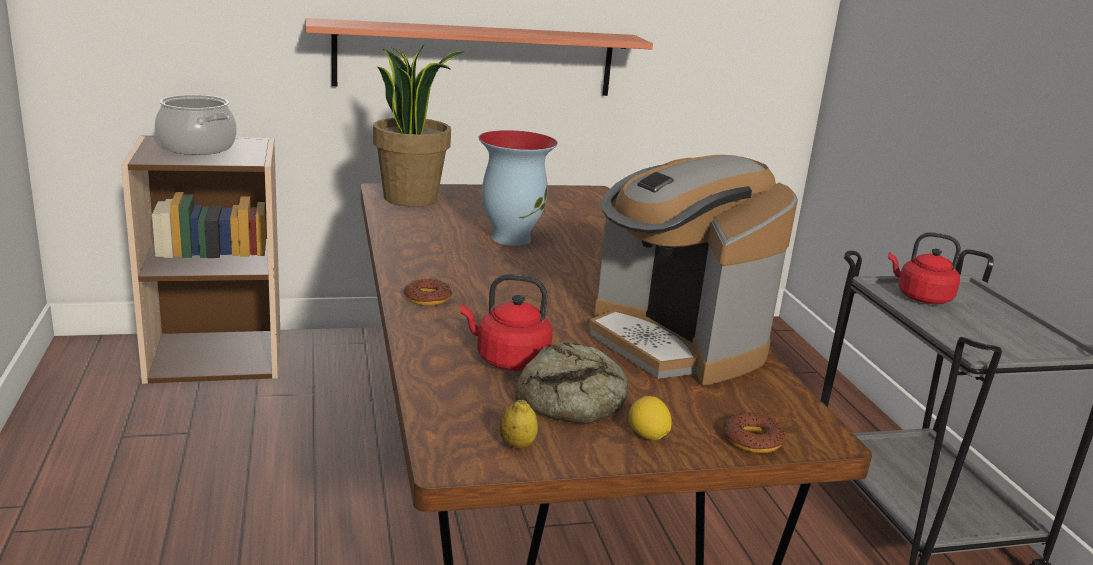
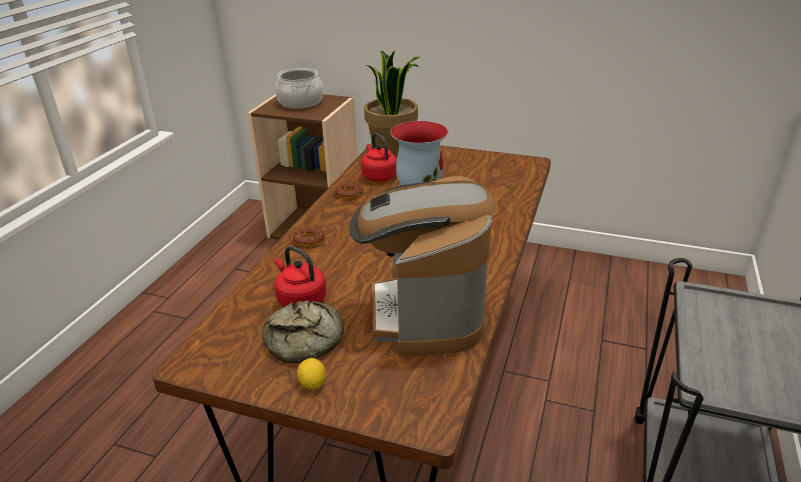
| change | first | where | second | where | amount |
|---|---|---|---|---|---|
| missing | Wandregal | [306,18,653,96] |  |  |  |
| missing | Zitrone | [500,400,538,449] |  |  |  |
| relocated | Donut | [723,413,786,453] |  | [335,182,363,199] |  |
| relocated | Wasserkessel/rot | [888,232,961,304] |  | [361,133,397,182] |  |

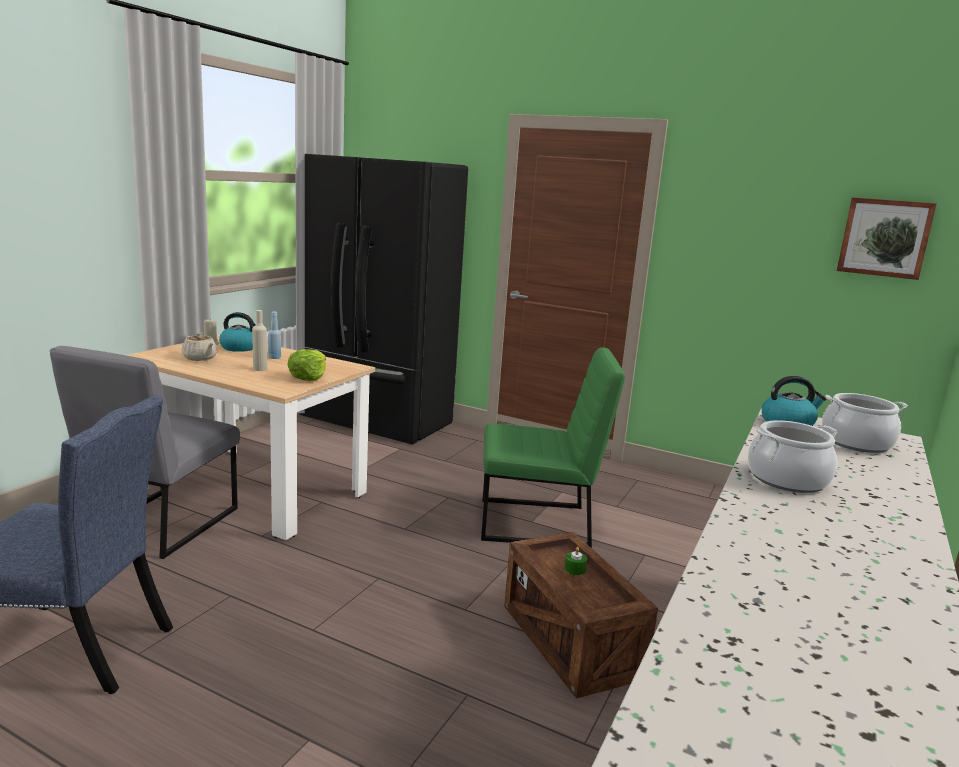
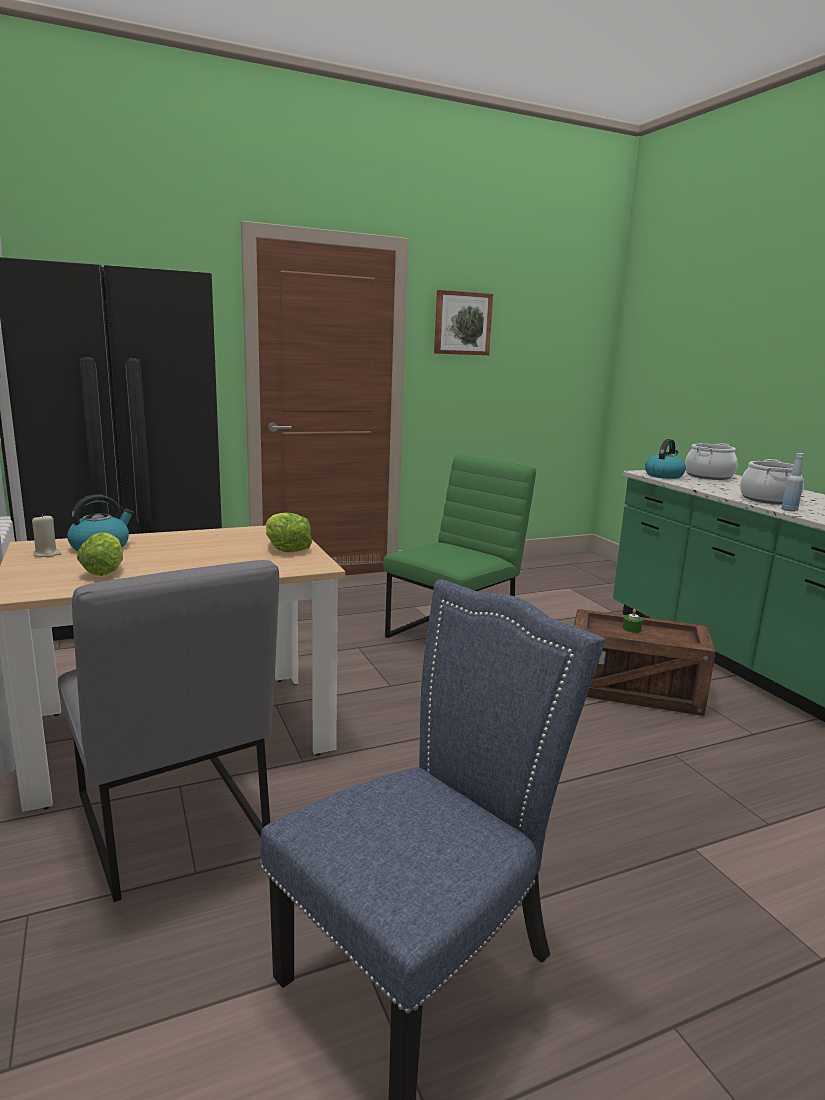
| change | first | where | second | where | amount |
|---|---|---|---|---|---|
| missing | Flasche/beige | [252,310,267,371] |  |  |  |
| relocated | Flasche/blau | [268,311,281,359] |  | [781,453,804,512] |  |
| relocated | Bild | [837,197,937,280] |  | [434,290,493,355] |  |
| exchanged | Teekanne/beige | [181,332,218,361] | Salatkopf | [77,532,123,576] |  |

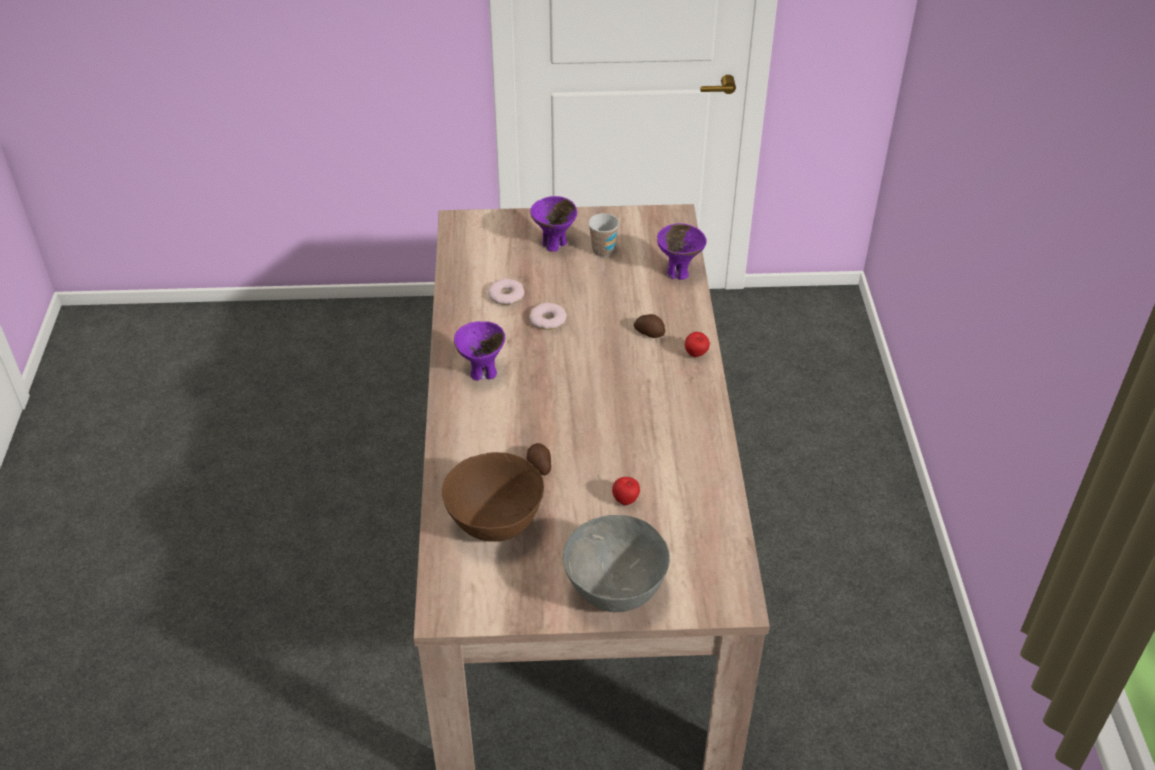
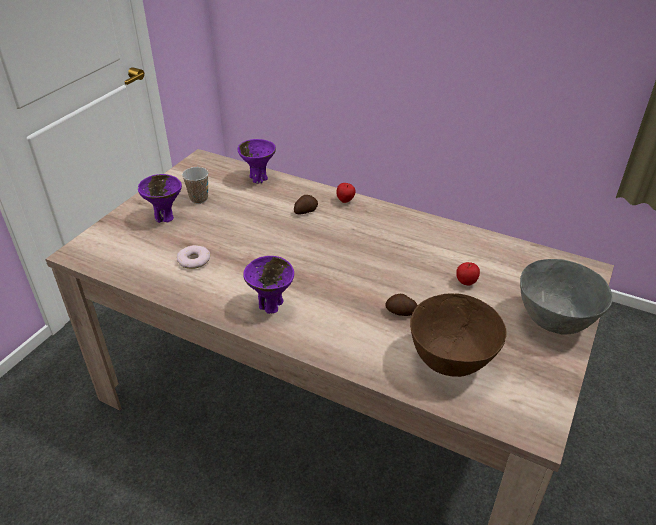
| change | first | where | second | where | amount |
|---|---|---|---|---|---|
| missing | Donut | [529,303,567,330] |  |  |  |

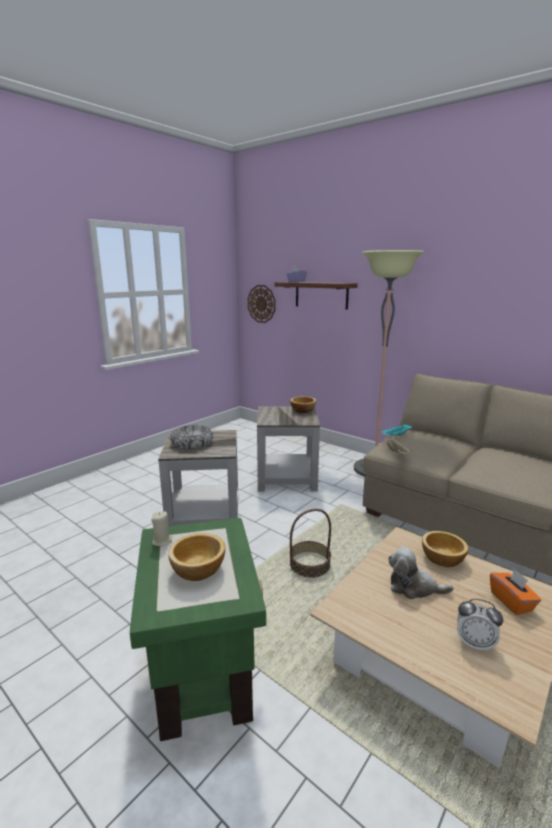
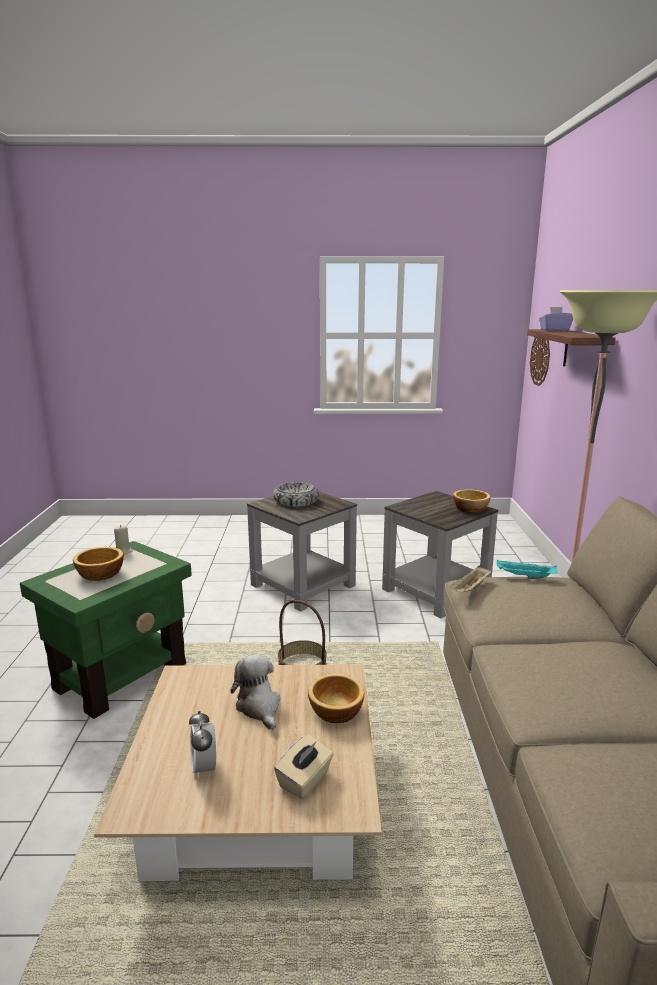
| change | first | where | second | where | amount |
|---|---|---|---|---|---|
| colour | Taschentuchbox/orange | [490,569,541,615] | Taschentuchbox/beige | [274,734,334,799] |  |

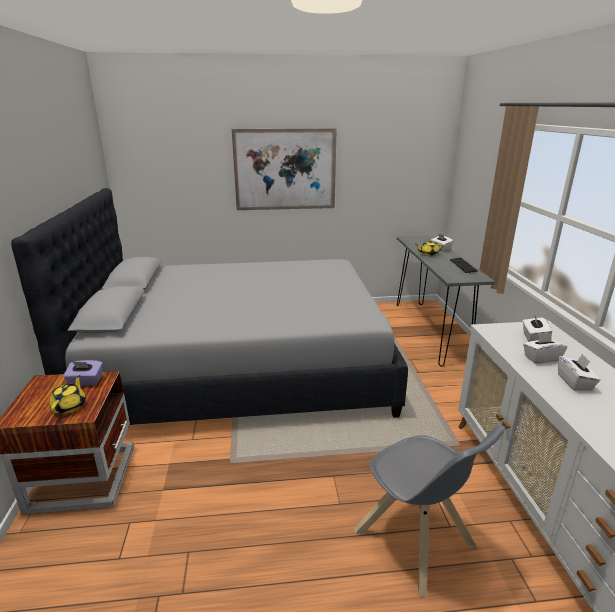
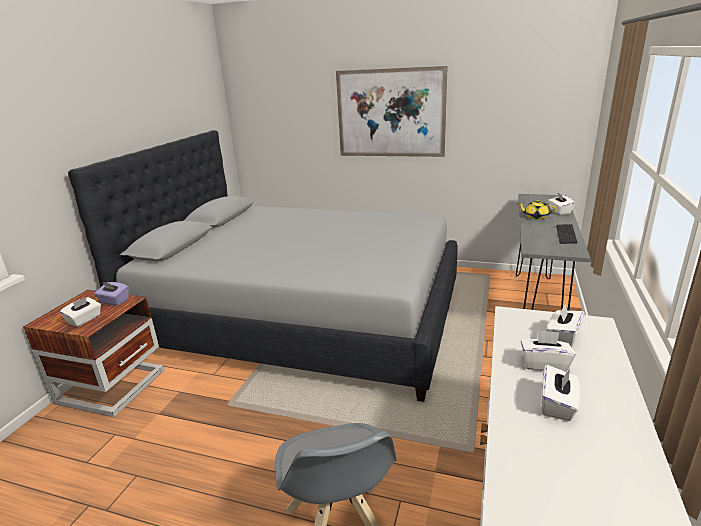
| change | first | where | second | where | amount |
|---|---|---|---|---|---|
| exchanged | Teekanne/gelb | [49,375,86,414] | Taschentuchbox/weiß | [60,296,101,327] |  |

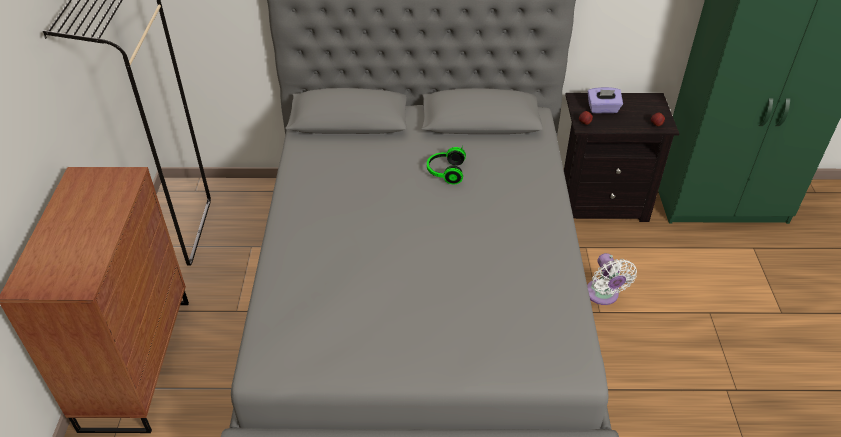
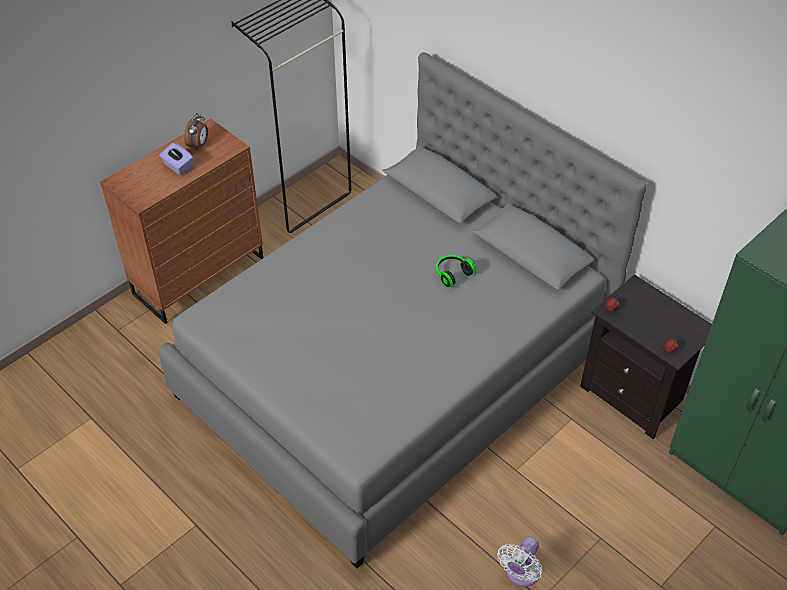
| change | first | where | second | where | amount |
|---|---|---|---|---|---|
| appeared |  |  | Wecker | [184,113,208,150] |  |
| relocated | Ventilator/weiß | [587,253,637,305] |  | [497,536,542,587] |  |
| relocated | Taschentuchbox/lila | [588,87,623,113] |  | [159,143,193,175] |  |

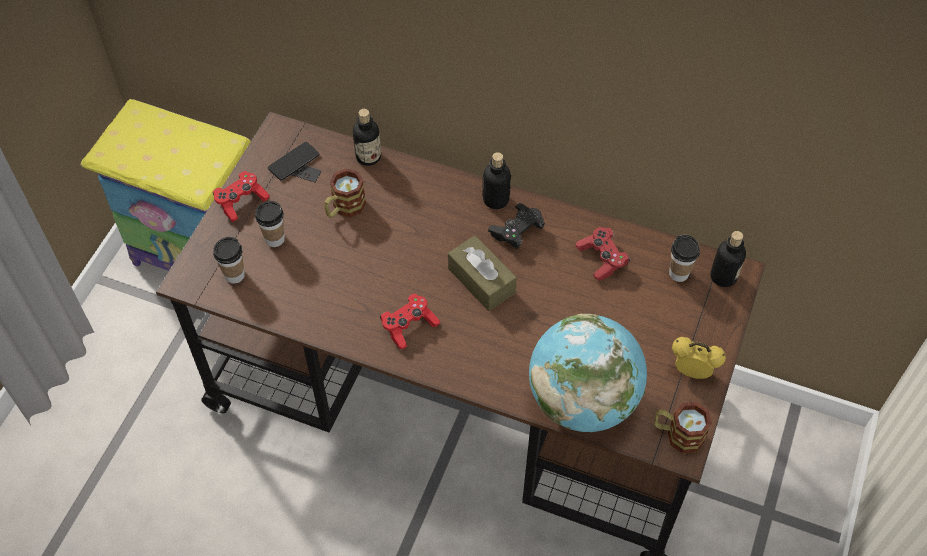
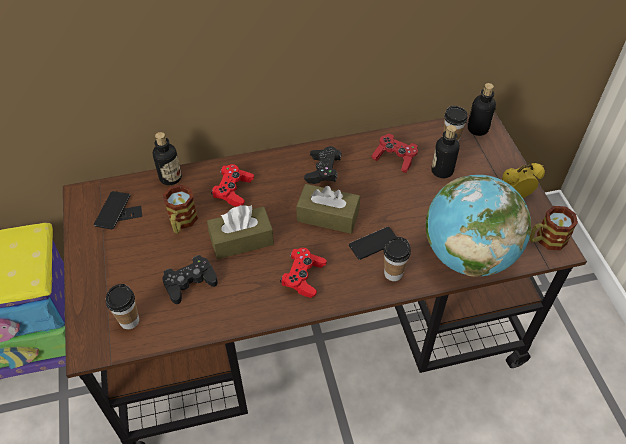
| change | first | where | second | where | amount |
|---|---|---|---|---|---|
| appeared |  |  | Gamepad/schwarz | [162,255,218,304] |  |
| appeared |  |  | Taschentuchbox/braun | [207,205,274,259] |  |
| appeared |  |  | Handy | [349,227,397,260] |  |
| relocated | Gamepad/rot | [213,171,270,222] |  | [211,164,254,207] |  |
| relocated | Tasse | [255,201,285,247] |  | [383,237,411,281] |  |
| relocated | Flasche | [482,152,511,209] |  | [431,125,460,178] |  |

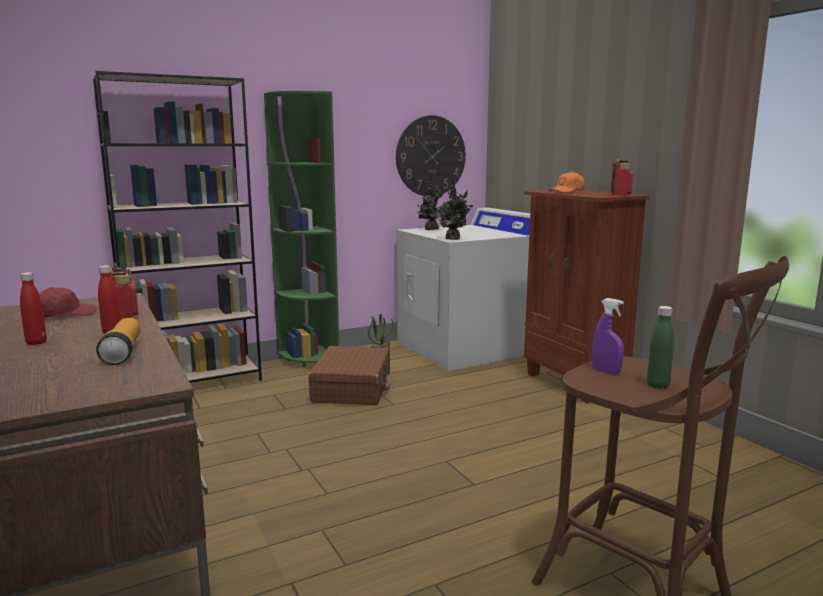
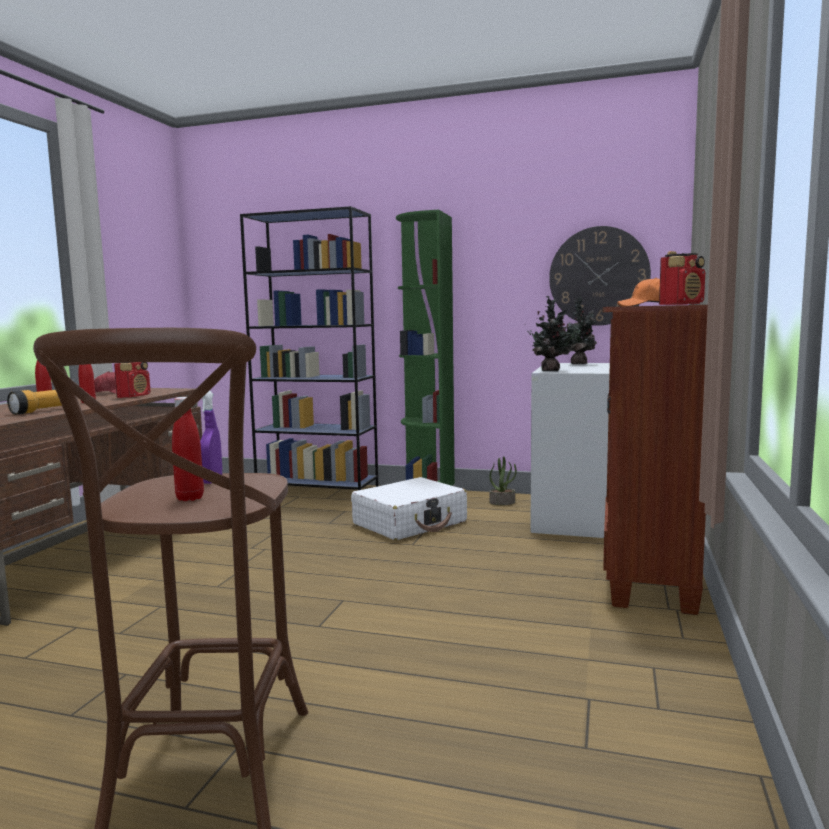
| change | first | where | second | where | amount |
|---|---|---|---|---|---|
| colour | Bücherregal/beige | [93,71,262,383] | Bücherregal/blau | [240,206,378,490] |  |
| colour | Koffer/braun | [309,346,391,405] | Koffer/weiß | [351,477,467,540] |  |
| colour | Flasche/grün | [647,306,674,389] | Flasche/rot | [172,397,204,501] |  |

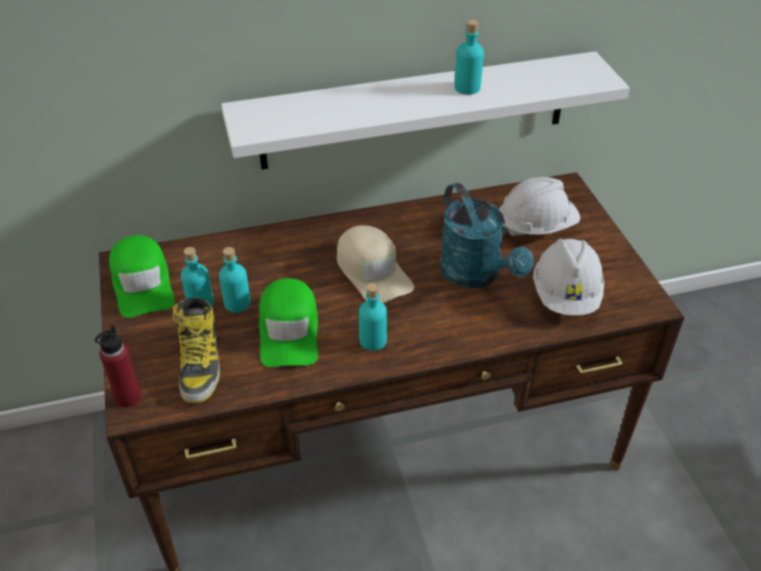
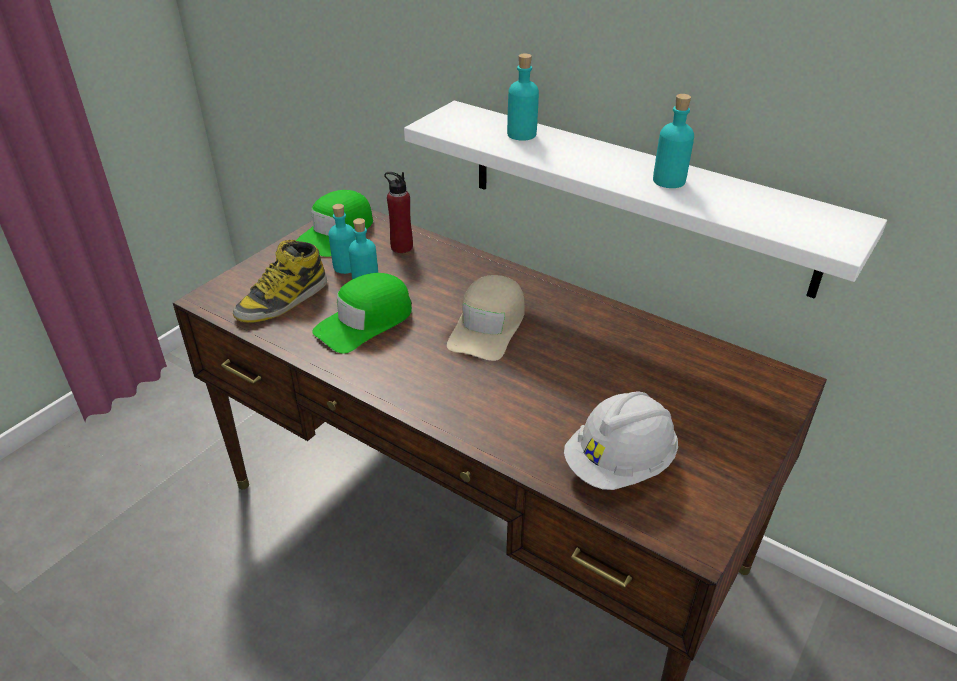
| change | first | where | second | where | amount |
|---|---|---|---|---|---|
| missing | Gießkanne/türkis | [439,183,534,288] |  |  |  |
| missing | Schutzhelm/weiß | [499,177,580,237] |  |  |  |
| relocated | Flasche/rot | [95,325,142,408] |  | [384,172,413,253] |  |
| relocated | Flasche/türkis | [359,283,387,351] |  | [507,54,539,141] |  |

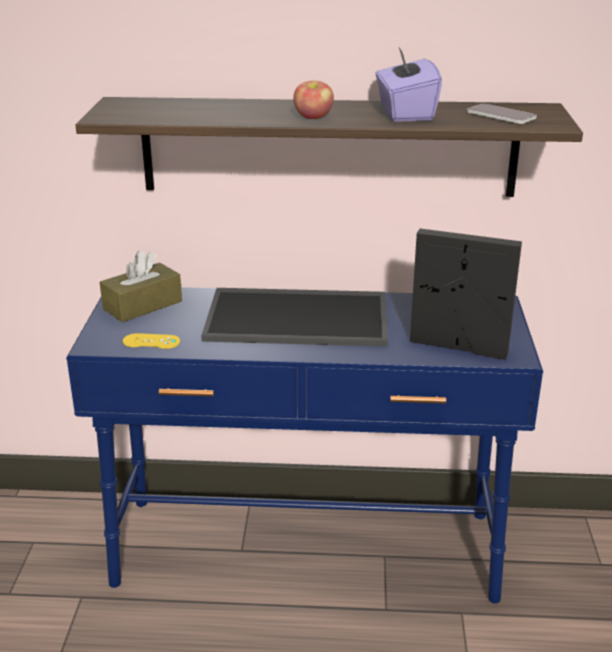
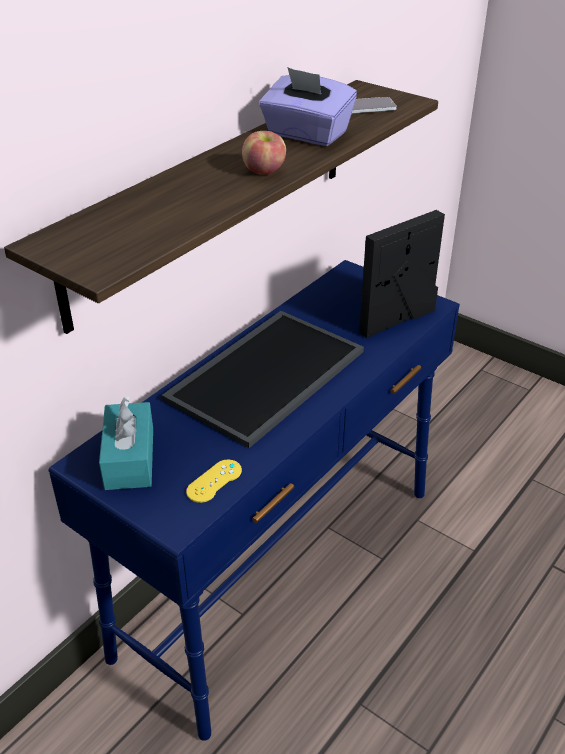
| change | first | where | second | where | amount |
|---|---|---|---|---|---|
| colour | Taschentuchbox/braun | [100,251,182,322] | Taschentuchbox/türkis | [99,397,153,490] |  |

